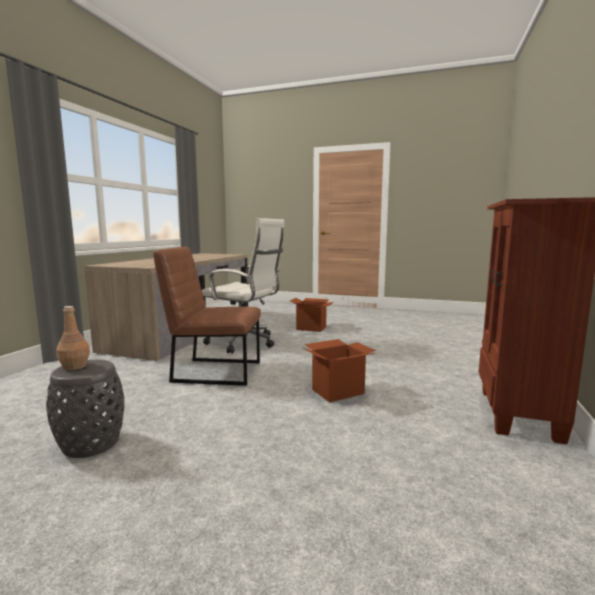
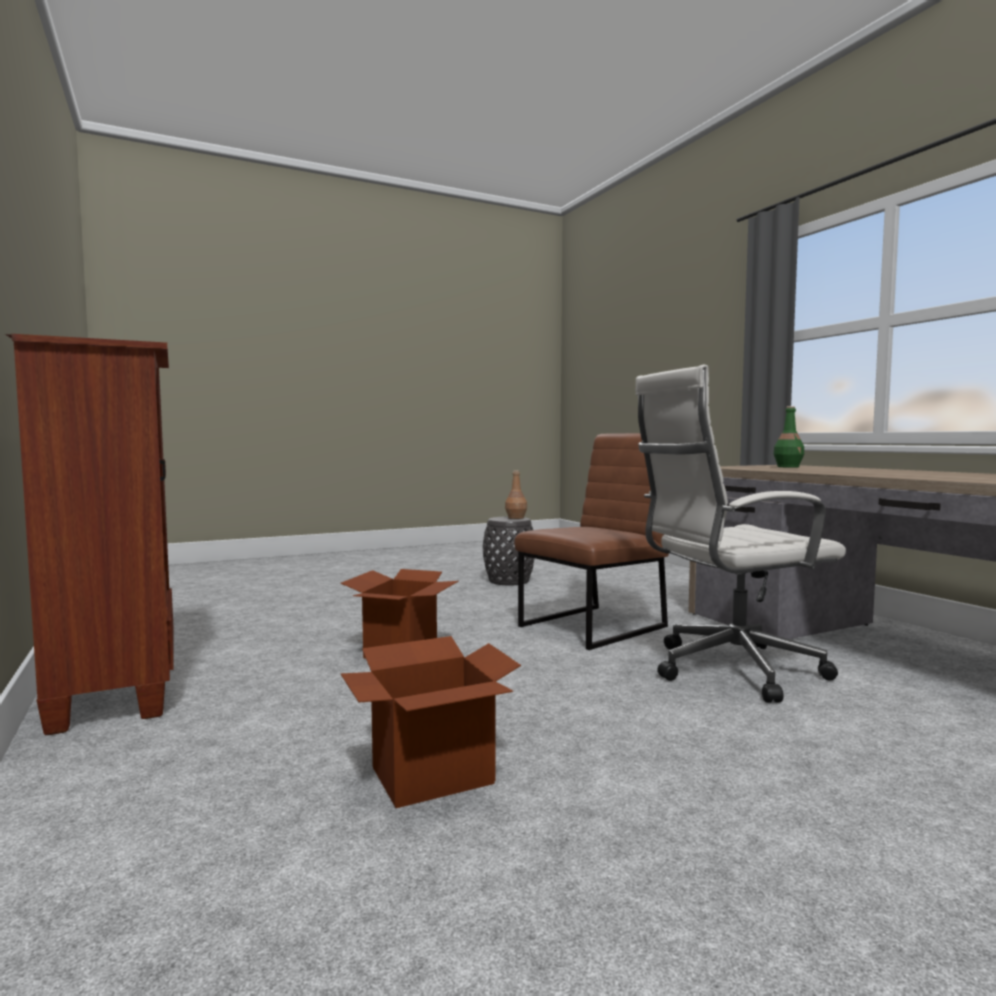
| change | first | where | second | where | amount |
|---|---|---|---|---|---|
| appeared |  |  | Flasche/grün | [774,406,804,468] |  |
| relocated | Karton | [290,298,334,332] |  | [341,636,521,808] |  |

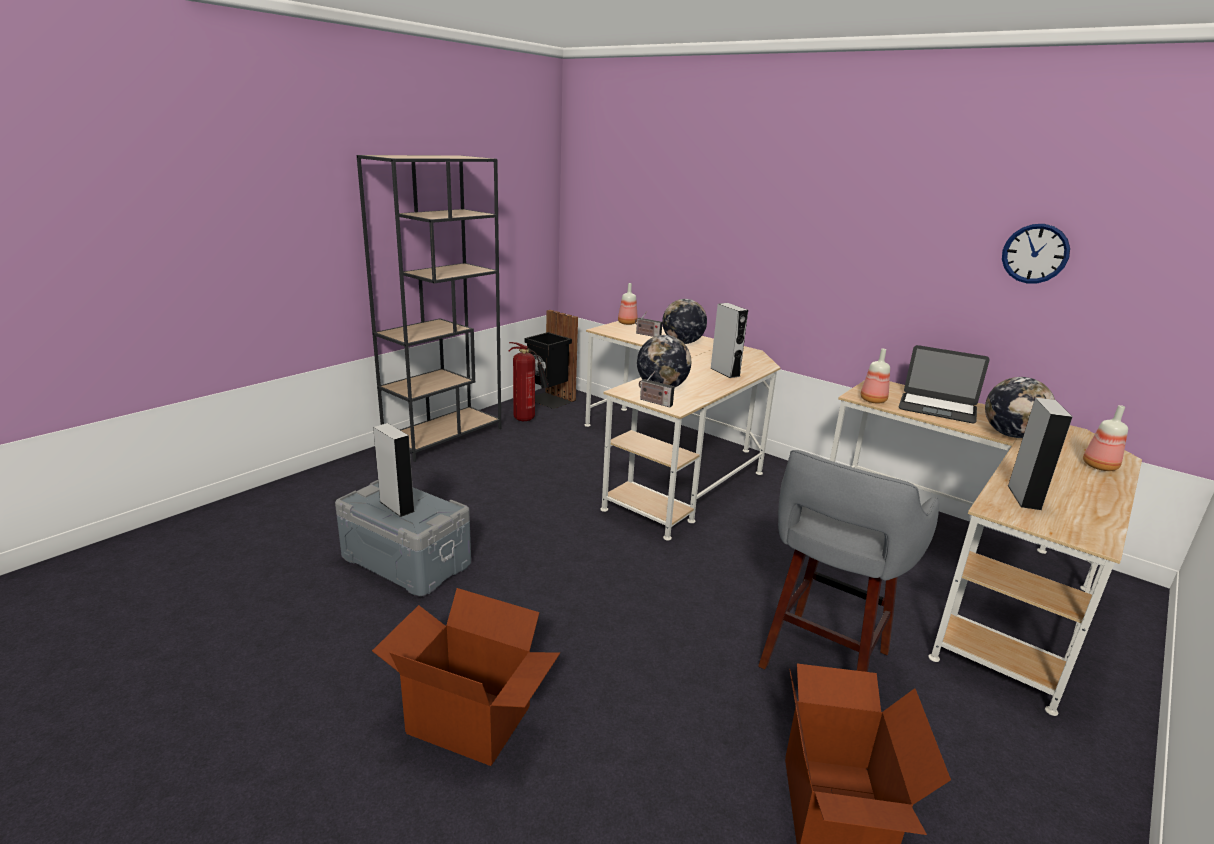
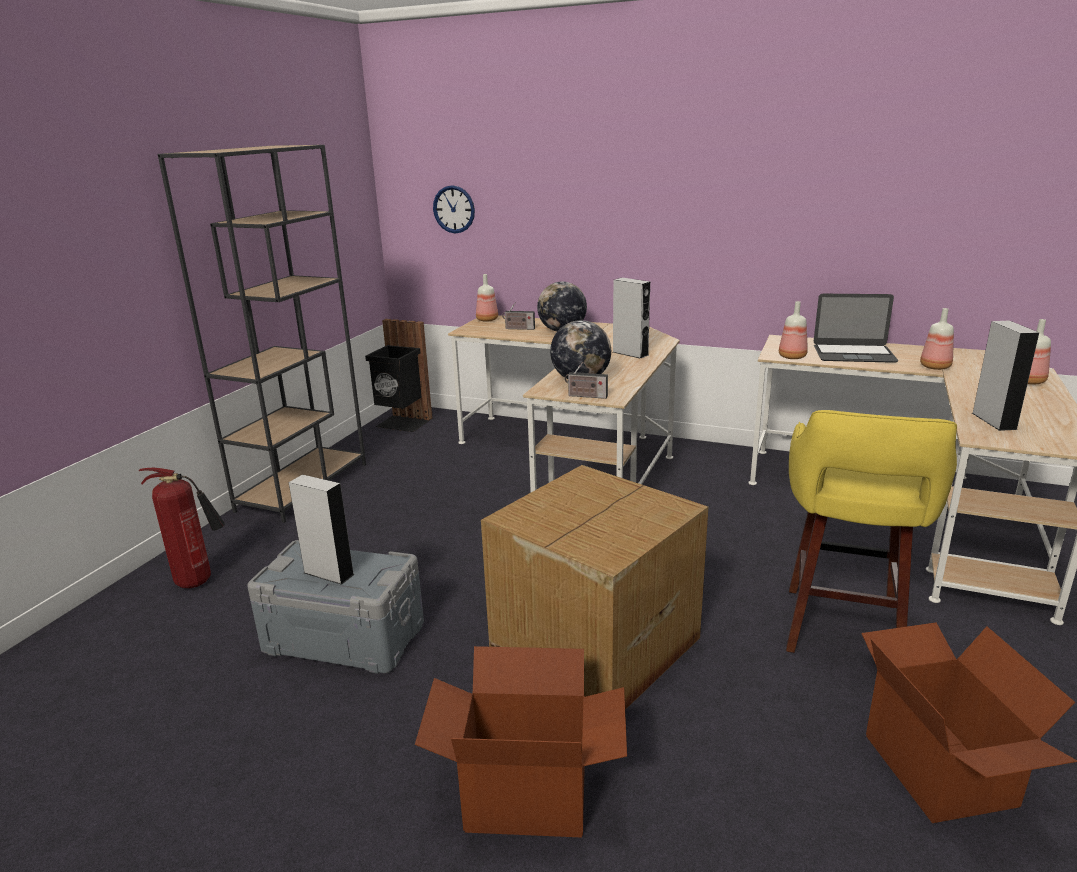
| change | first | where | second | where | amount |
|---|---|---|---|---|---|
| appeared |  |  | Karton | [481,465,708,710] |  |
| relocated | Feuerlöscher | [509,342,549,421] |  | [139,468,225,588] |  |
| relocated | Wanduhr | [1002,224,1070,284] |  | [433,185,475,233] |  |
| exchanged | Globus | [985,377,1055,438] | Flasche | [920,308,954,370] |  |
| colour | Hocker/grau | [758,450,939,672] | Hocker/gelb | [786,410,957,653] |  |

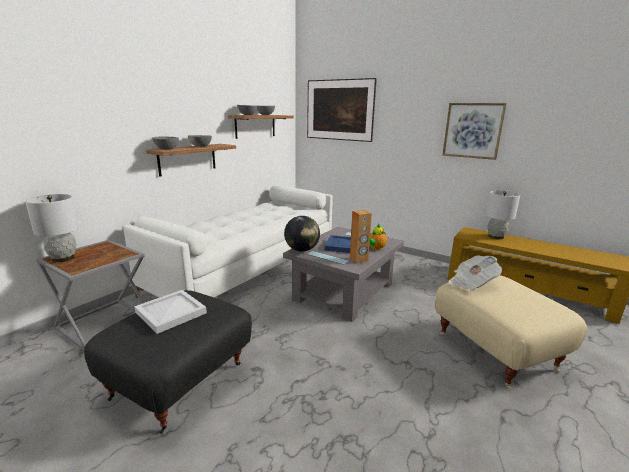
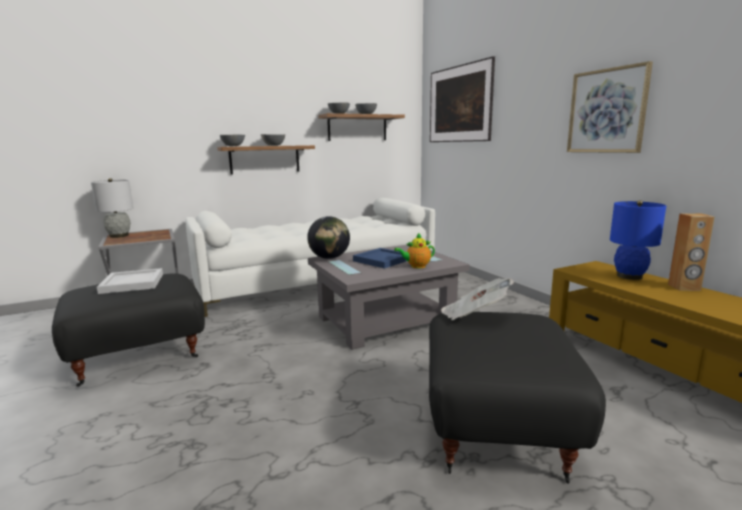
| change | first | where | second | where | amount |
|---|---|---|---|---|---|
| relocated | Lautsprecher/braun | [350,210,372,264] |  | [668,213,715,291] |  |
| colour | Polsterhocker/beige | [435,275,587,390] | Polsterhocker/schwarz | [429,312,606,483] |  |
| colour | Tischlampe/weiß | [486,191,520,239] | Tischlampe/blau | [610,200,666,280] |  |

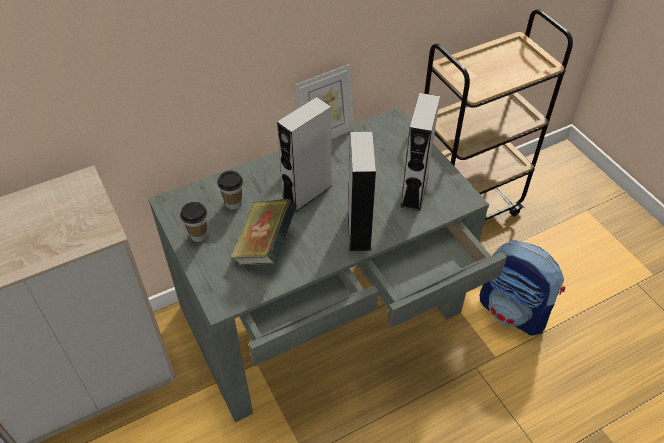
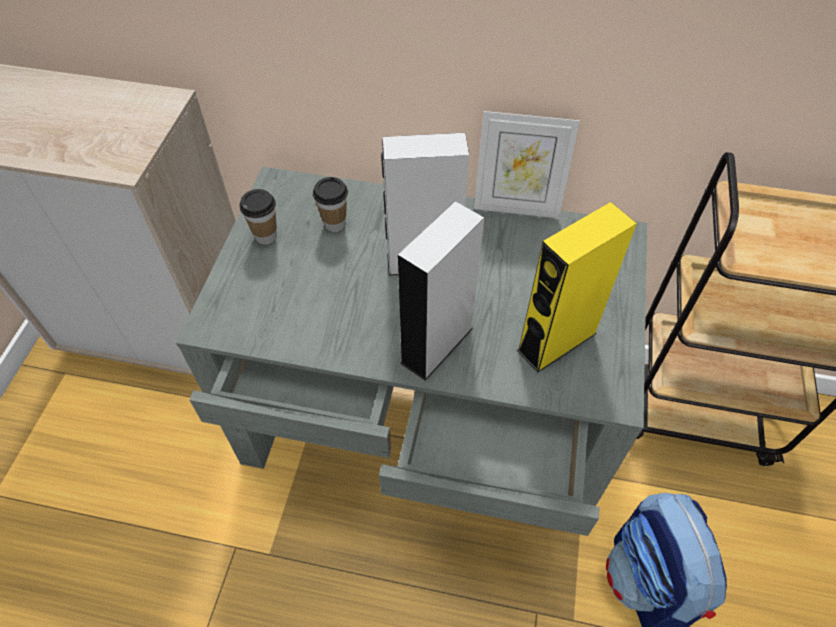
| change | first | where | second | where | amount |
|---|---|---|---|---|---|
| missing | Buch | [230,198,296,266] |  |  |  |
| colour | Lautsprecher/grau | [400,93,440,211] | Lautsprecher/gelb | [517,202,637,373] |  |

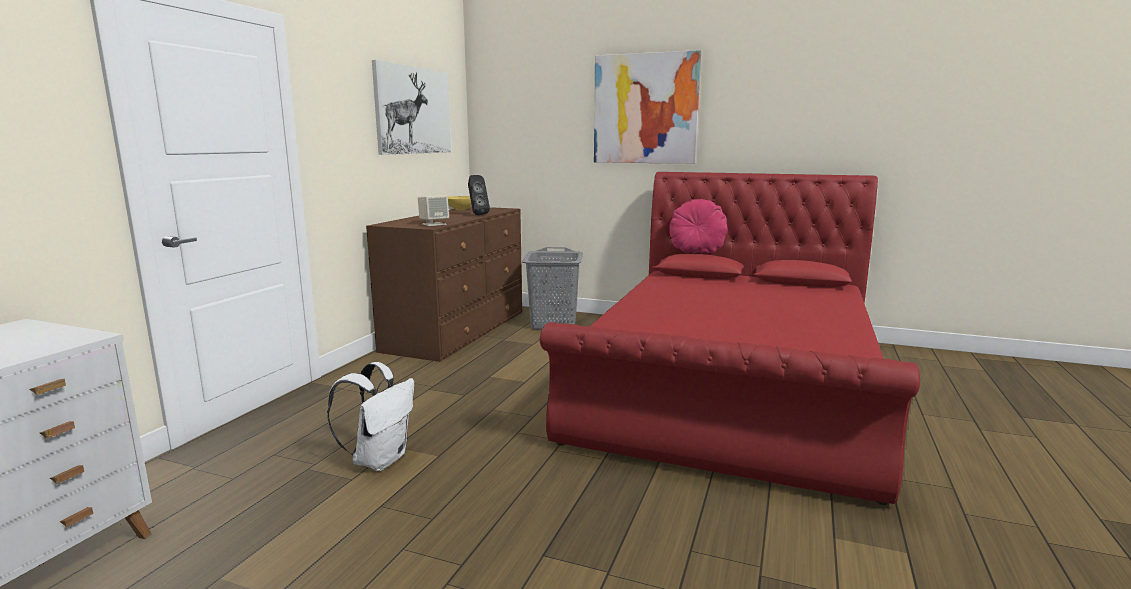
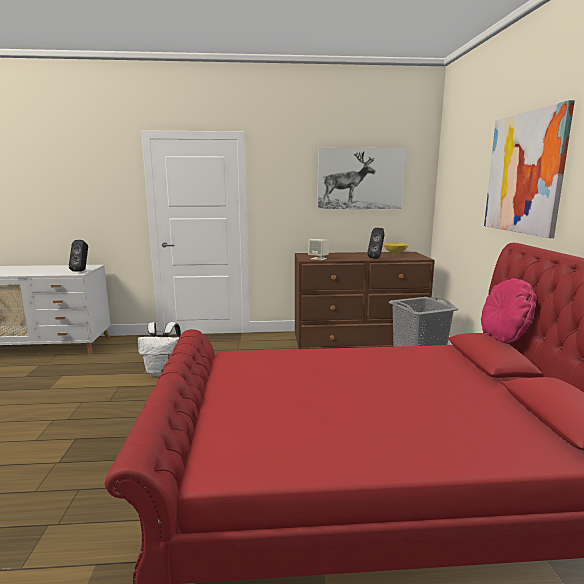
| change | first | where | second | where | amount |
|---|---|---|---|---|---|
| appeared |  |  | Lautsprecher/schwarz | [69,240,88,272] |  |

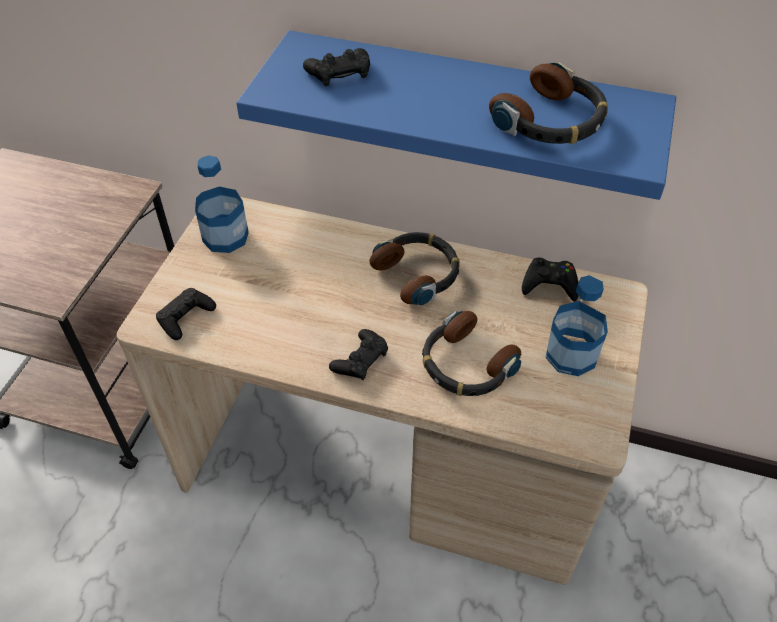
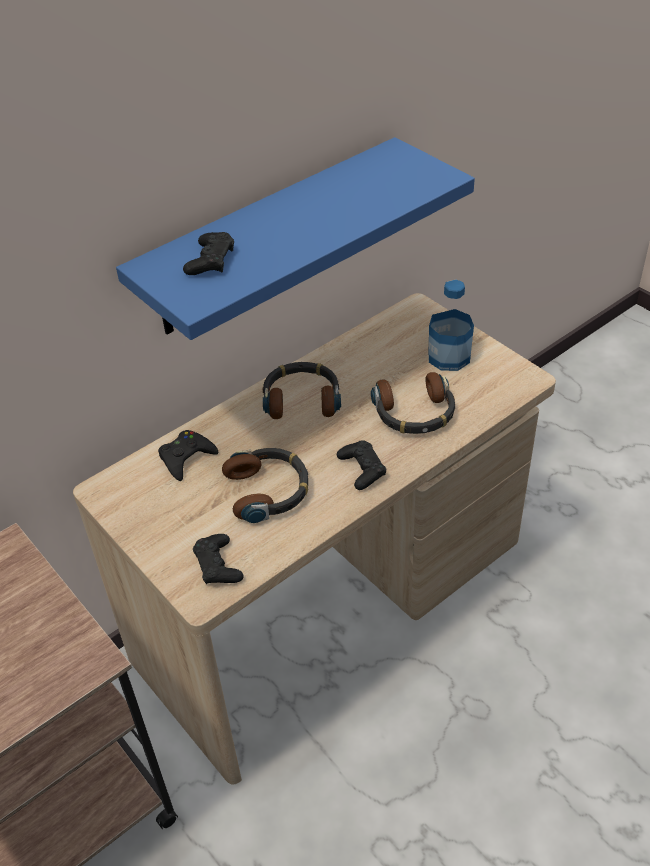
| change | first | where | second | where | amount |
|---|---|---|---|---|---|
| missing | Flasche | [195,155,249,253] |  |  |  |
| relocated | Kopfhörer | [489,62,608,144] |  | [222,448,308,523] |  |
| relocated | Gamepad/schwarz | [522,258,578,302] |  | [158,430,218,481] |  |

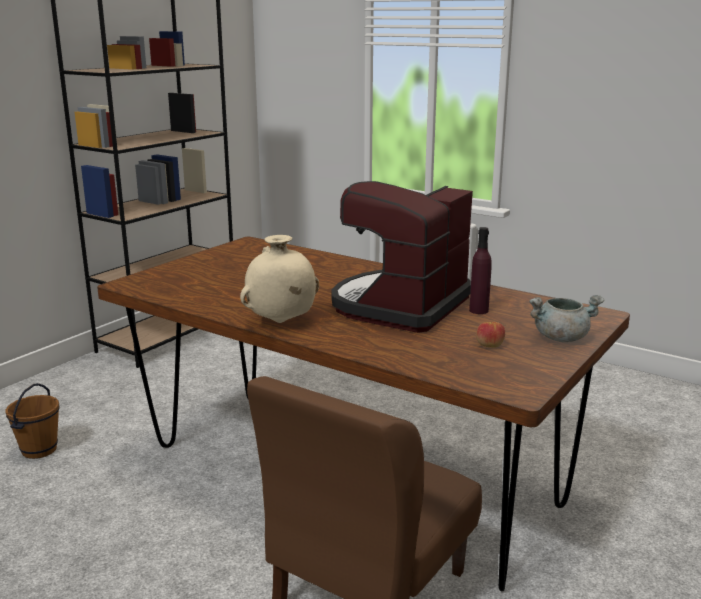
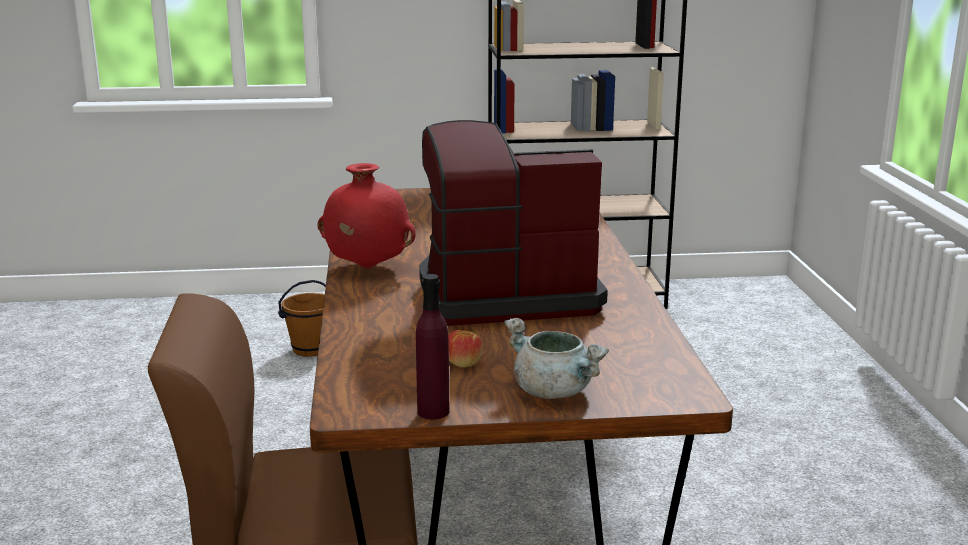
| change | first | where | second | where | amount |
|---|---|---|---|---|---|
| relocated | Flasche/lila | [469,227,492,314] |  | [416,274,449,419] |  |
| colour | Vase/beige | [240,235,319,323] | Vase/rot | [318,163,416,268] |  |

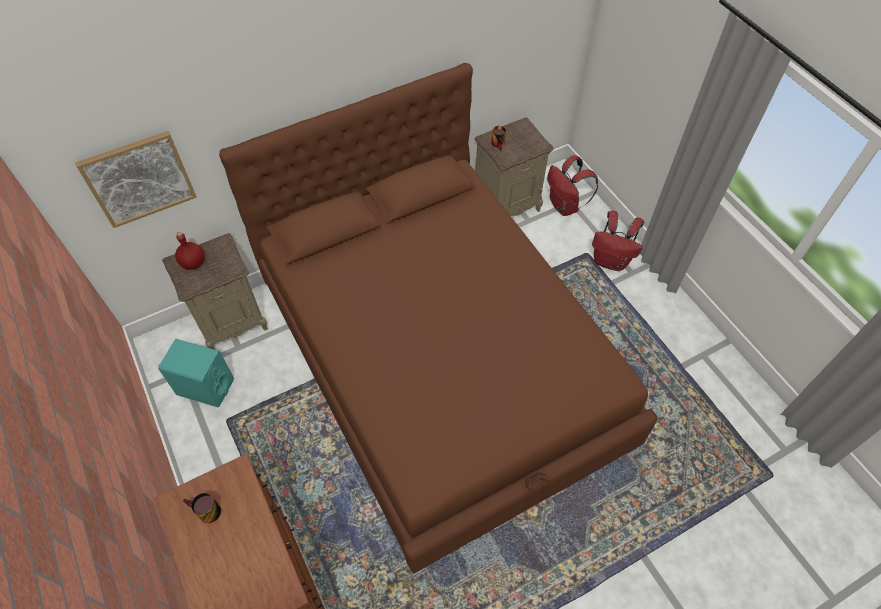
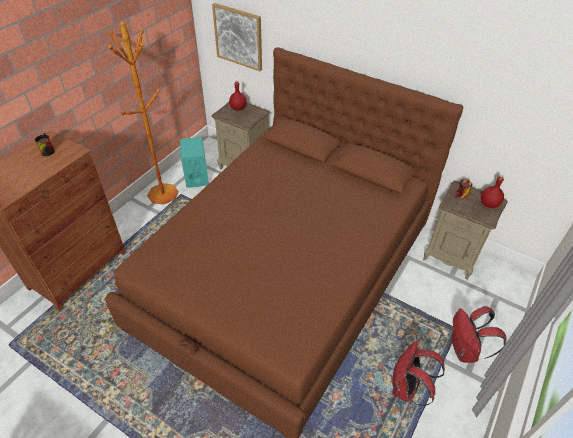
| change | first | where | second | where | amount |
|---|---|---|---|---|---|
| appeared |  |  | Kleiderständer/orange | [108,21,179,205] |  |
| appeared |  |  | Flasche/rot | [481,175,504,208] |  |
| relocated | Rucksack/rot | [547,155,598,216] |  | [392,342,445,406] |  |

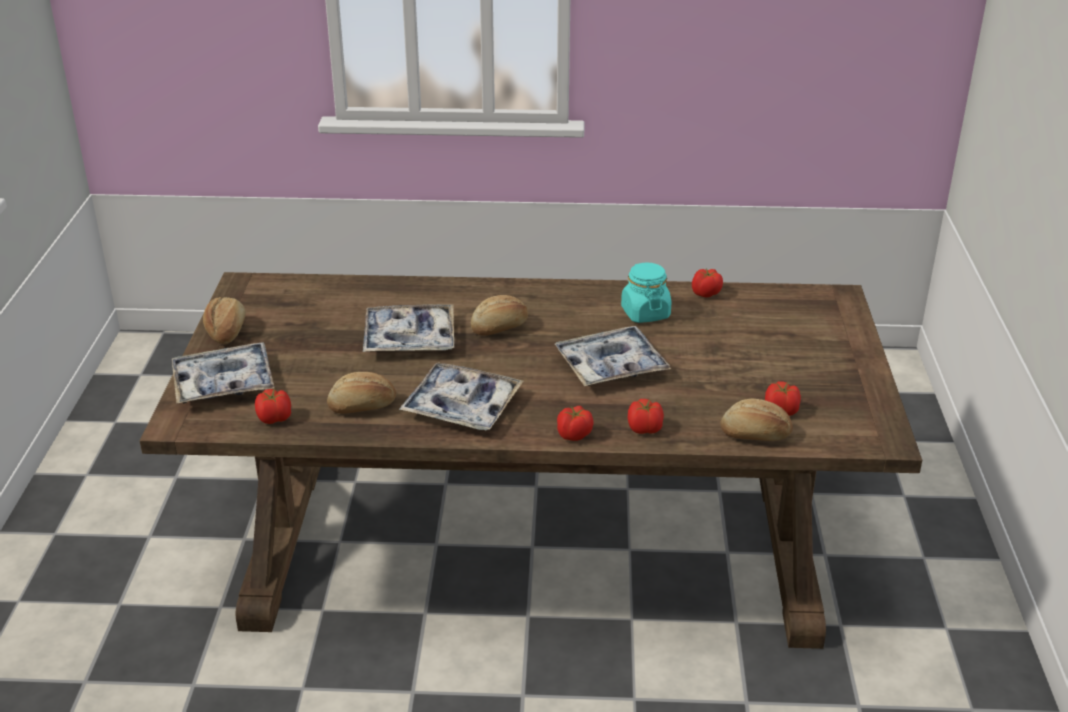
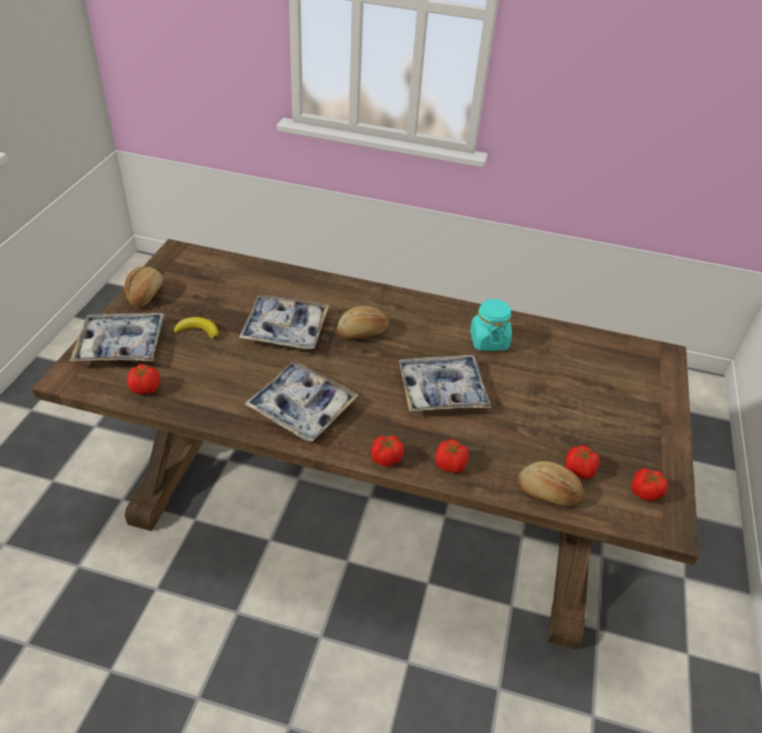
| change | first | where | second | where | amount |
|---|---|---|---|---|---|
| missing | Brot | [327,372,396,414] |  |  |  |
| appeared |  |  | Banane | [173,317,219,339] |  |
| relocated | Tomate | [692,269,723,298] |  | [631,468,668,501] |  |

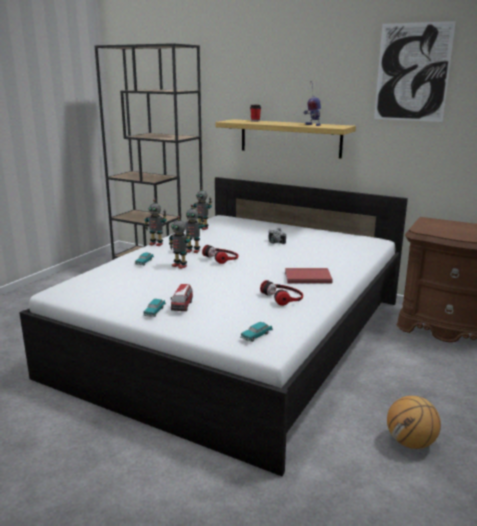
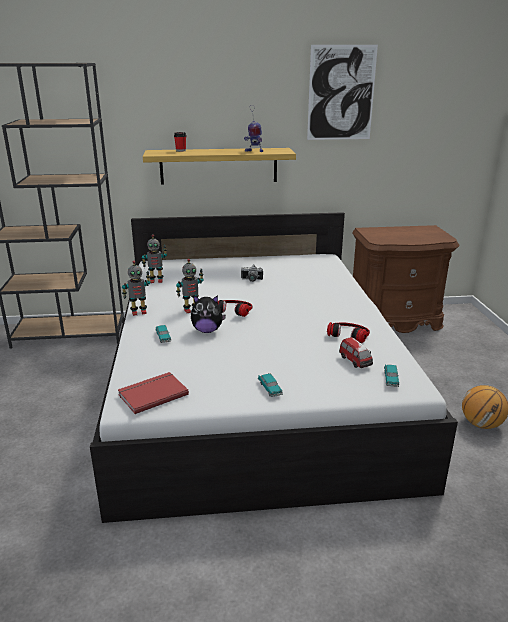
| change | first | where | second | where | amount |
|---|---|---|---|---|---|
| relocated | Spielzeugauto | [171,284,193,311] |  | [339,337,373,368] |  |
| relocated | Buch/rot | [285,268,333,284] |  | [118,372,189,414] |  |
| exchanged | Spielzeugroboter | [169,216,191,269] | Plüschtier | [191,295,226,333] |  |

